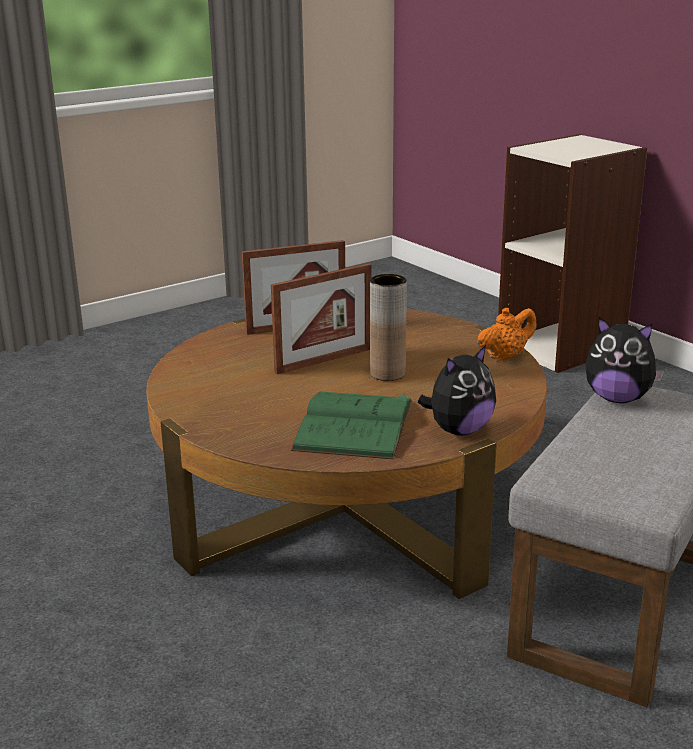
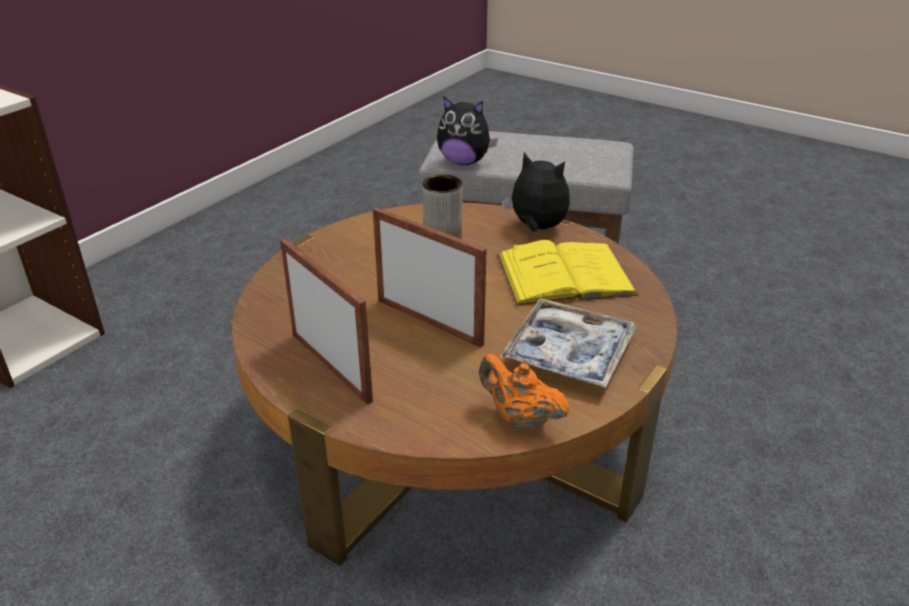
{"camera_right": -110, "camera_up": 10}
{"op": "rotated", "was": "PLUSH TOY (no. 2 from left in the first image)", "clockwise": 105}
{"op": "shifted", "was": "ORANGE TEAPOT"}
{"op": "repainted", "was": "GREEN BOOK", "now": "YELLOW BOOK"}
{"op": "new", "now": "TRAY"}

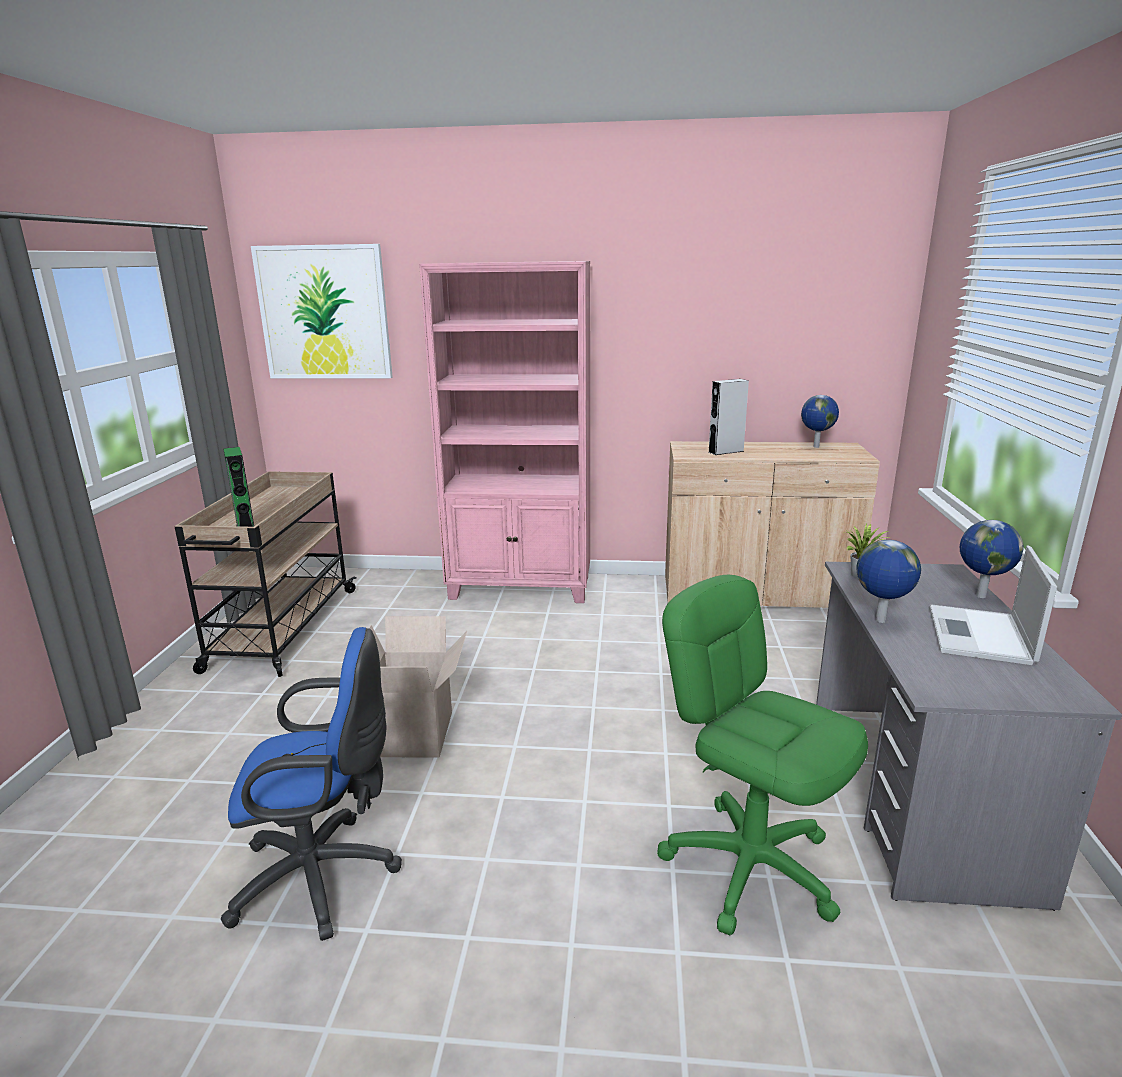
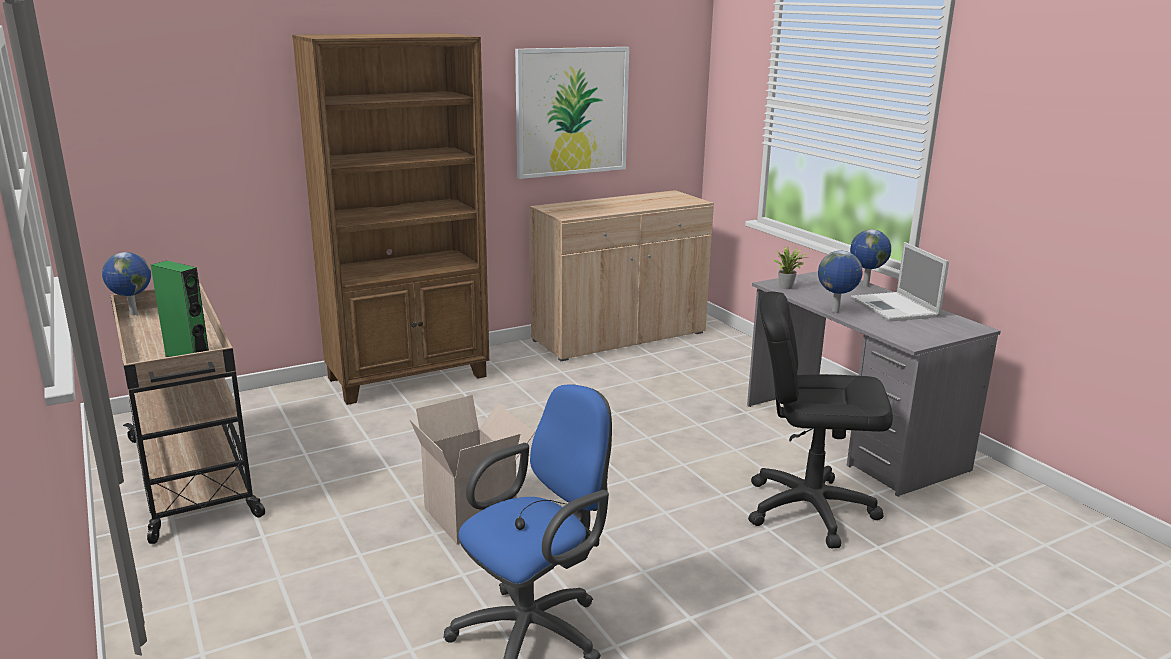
{"camera_right": -35, "camera_up": 0}
{"op": "shifted", "was": "GLOBE (no. 1 from left)"}
{"op": "repainted", "was": "PINK BOOKCASE", "now": "BROWN BOOKCASE"}
{"op": "shifted", "was": "PICTURE"}
{"op": "repainted", "was": "GREEN OFFICE CHAIR", "now": "BLACK OFFICE CHAIR"}
{"op": "gone", "was": "GREY SPEAKER"}

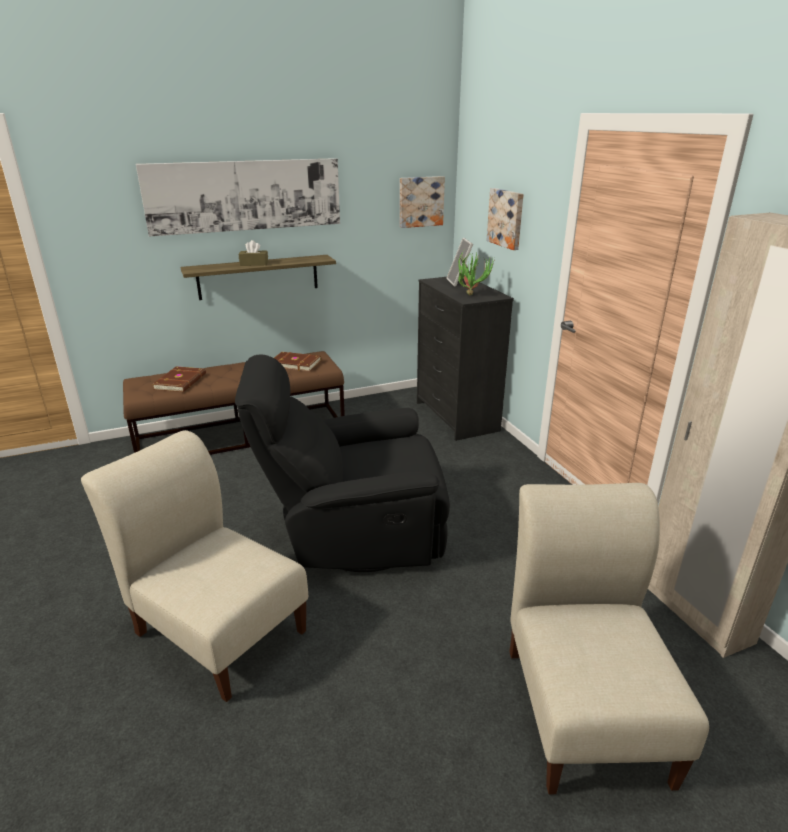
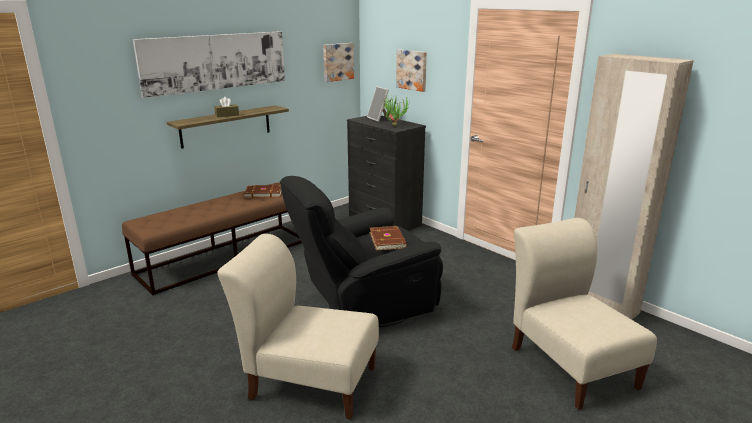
{"camera_right": -20, "camera_up": -5}
{"op": "shifted", "was": "BROWN BOOK (no. 1 from left in the first image)", "now": "BROWN BOOK (no. 2 from left)"}

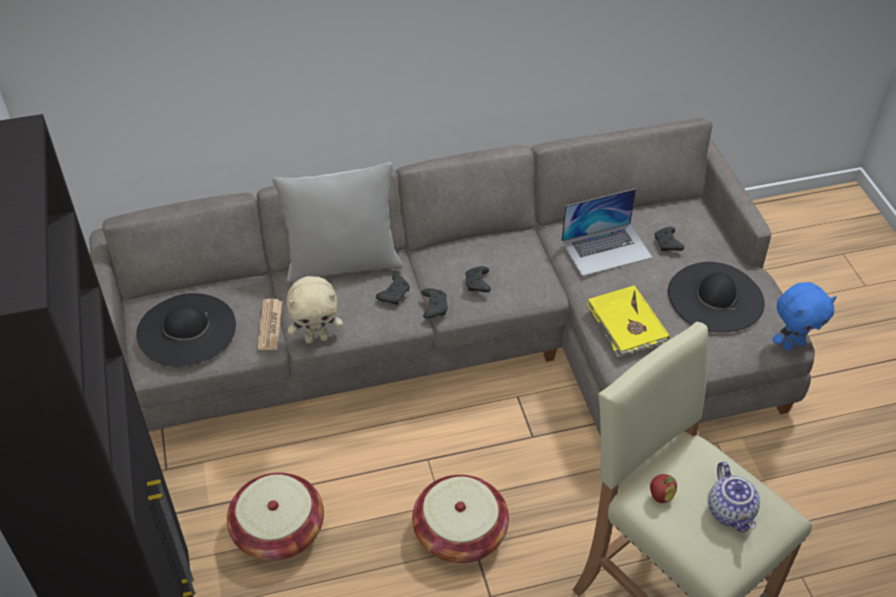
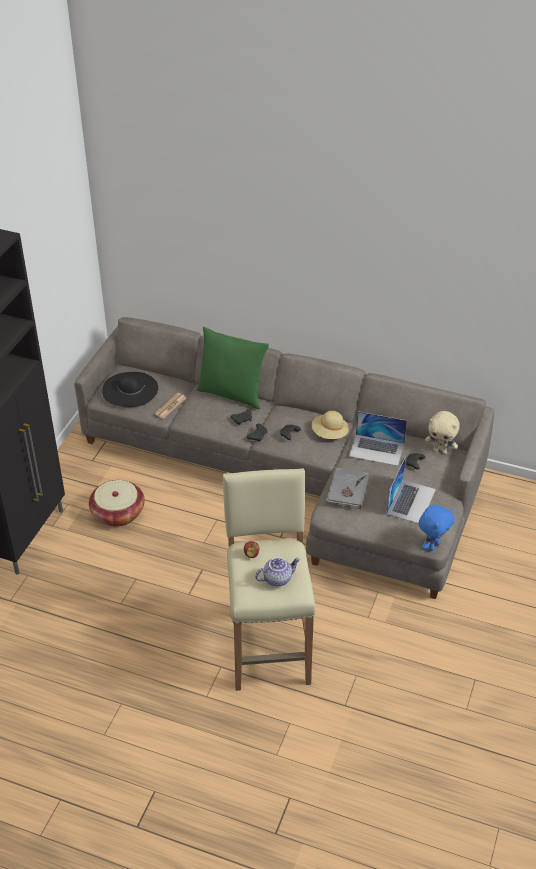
{"camera_right": 35, "camera_up": -5}
{"op": "repainted", "was": "GREY PILLOW", "now": "GREEN PILLOW"}
{"op": "rotated", "was": "TEAPOT", "clockwise": -135}
{"op": "new", "now": "BEIGE HAT"}
{"op": "repainted", "was": "YELLOW BOOK", "now": "GREY BOOK"}
{"op": "swapped", "was": "BLACK HAT (no. 2 from left)", "now": "LAPTOP (no. 2 from left)"}
{"op": "rotated", "was": "BLUE PLUSH TOY", "clockwise": -60}
{"op": "shifted", "was": "BEIGE PLUSH TOY"}
{"op": "gone", "was": "BASKET (no. 2 from left)"}

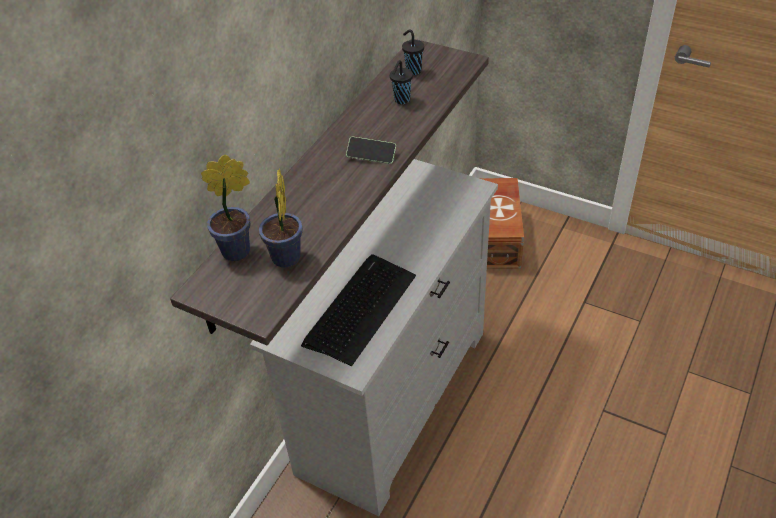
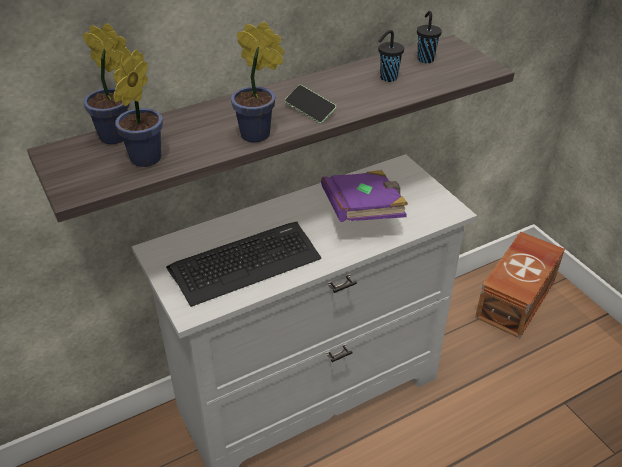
{"camera_right": 30, "camera_up": -5}
{"op": "new", "now": "POTTED PLANT (no. 3 from left)"}
{"op": "new", "now": "PURPLE BOOK"}

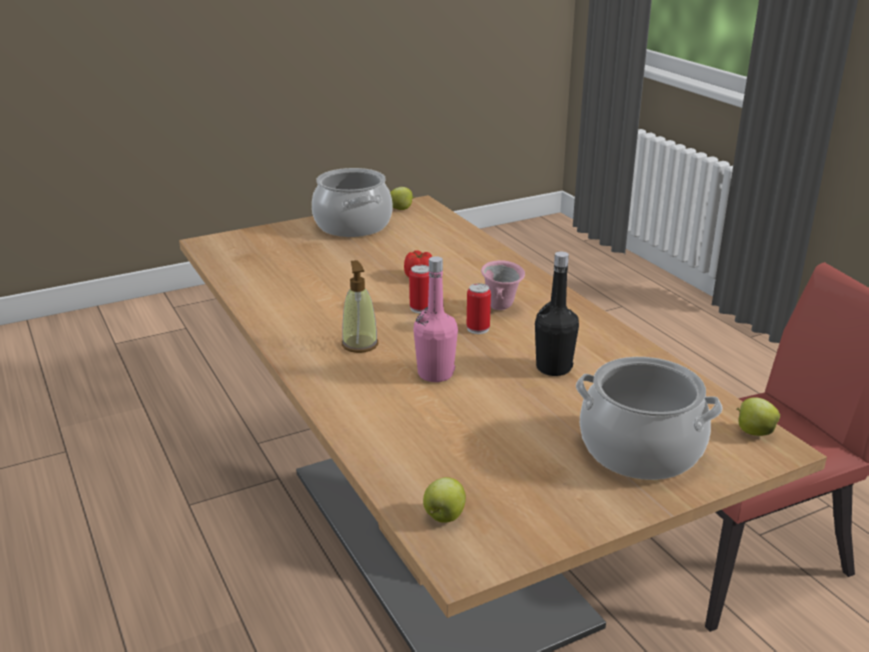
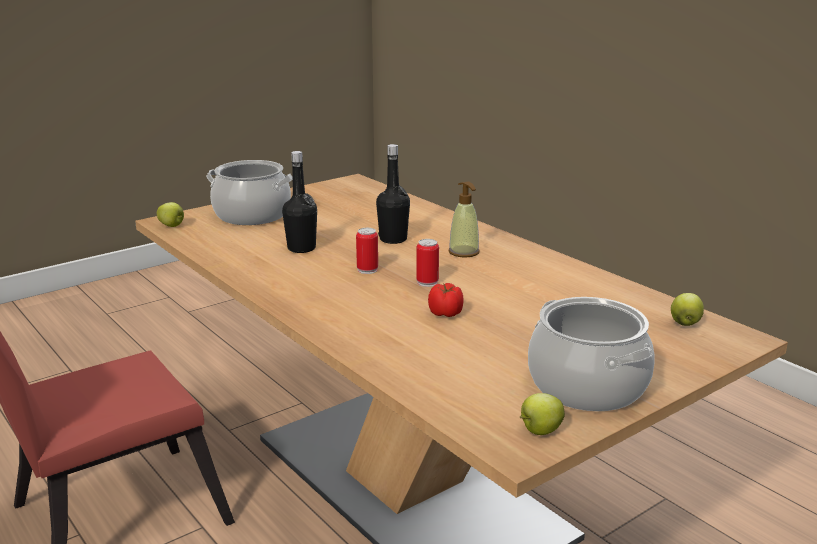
{"camera_right": 170, "camera_up": -5}
{"op": "repainted", "was": "PINK BOTTLE", "now": "BLACK BOTTLE (no. 2 from left)"}
{"op": "shifted", "was": "APPLE (no. 2 from left in the first image)", "now": "APPLE (no. 3 from left)"}
{"op": "gone", "was": "PINK MUG"}

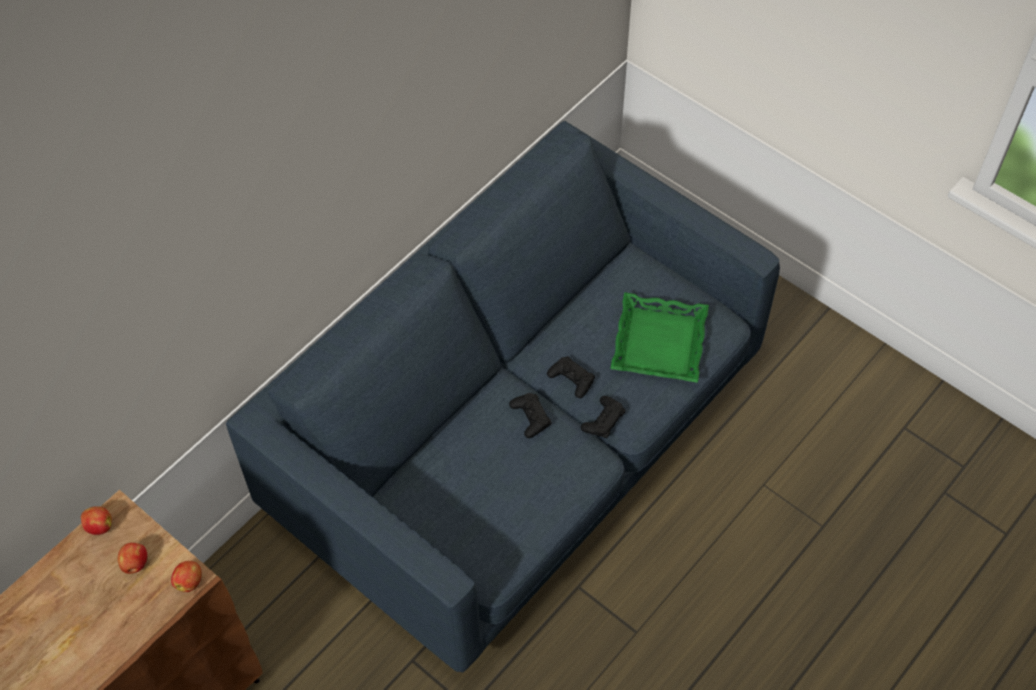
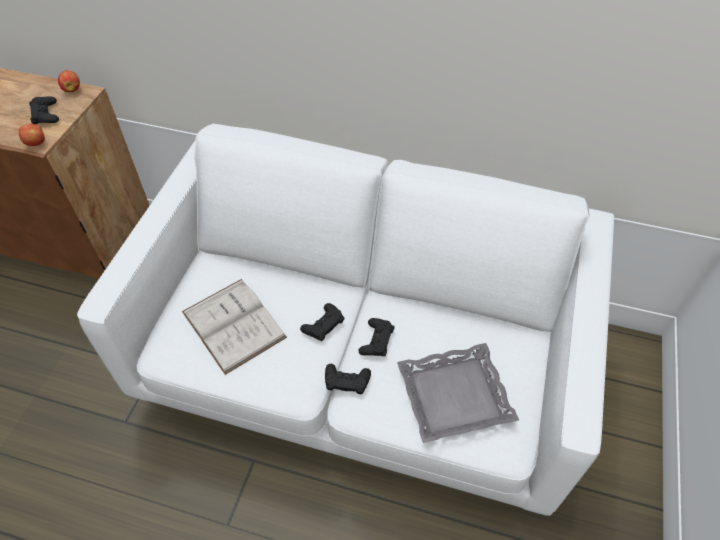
{"camera_right": 65, "camera_up": -5}
{"op": "swapped", "was": "APPLE (no. 2 from left)", "now": "BLACK GAME CONTROLLER (no. 1 from left)"}
{"op": "repainted", "was": "BLUE SOFA", "now": "WHITE SOFA"}
{"op": "new", "now": "WHITE BOOK"}
{"op": "repainted", "was": "GREEN TRAY", "now": "GREY TRAY"}

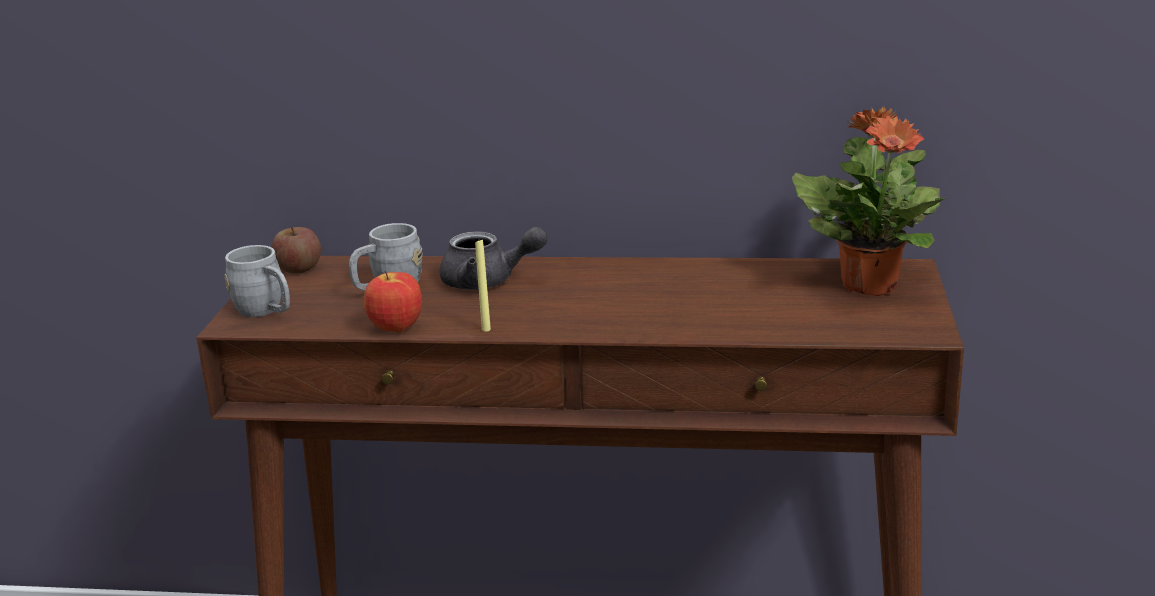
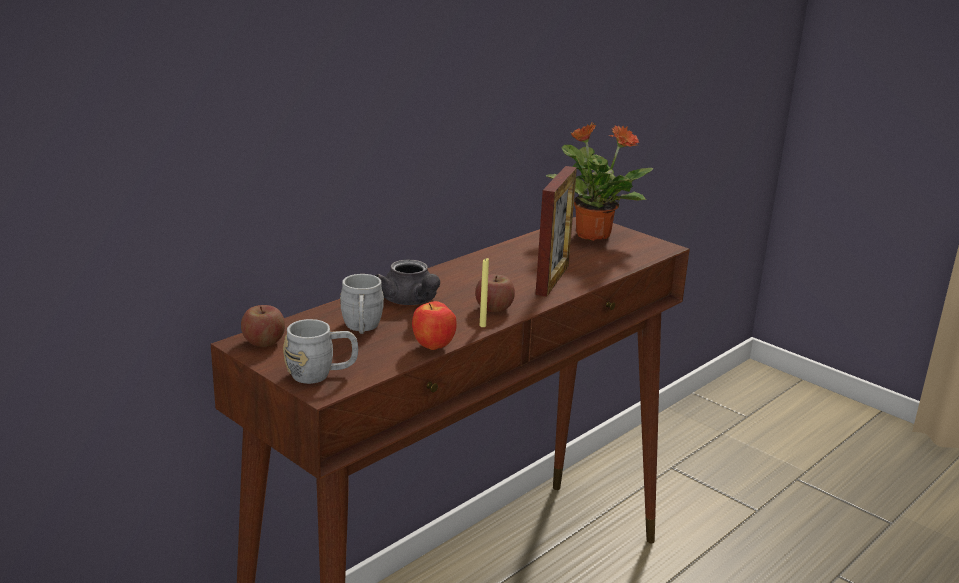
{"camera_right": -55, "camera_up": 0}
{"op": "rotated", "was": "GREY TEAPOT", "clockwise": 105}
{"op": "new", "now": "APPLE (no. 3 from left)"}
{"op": "new", "now": "PICTURE FRAME"}

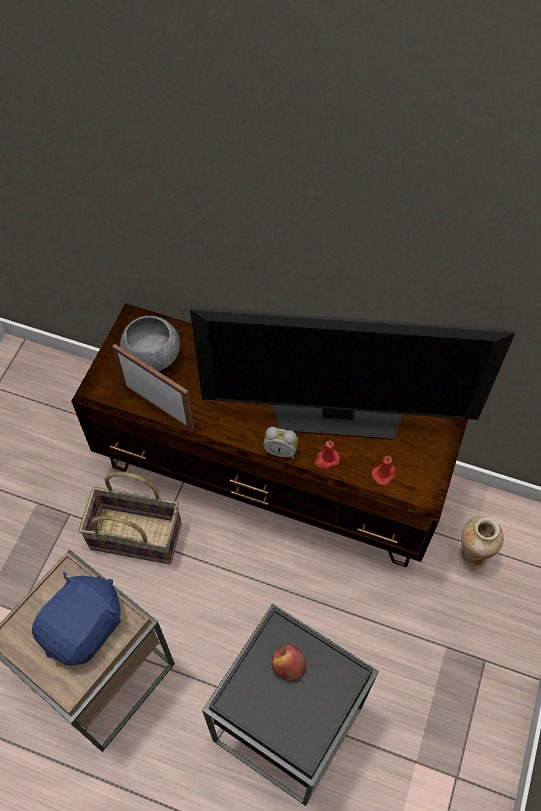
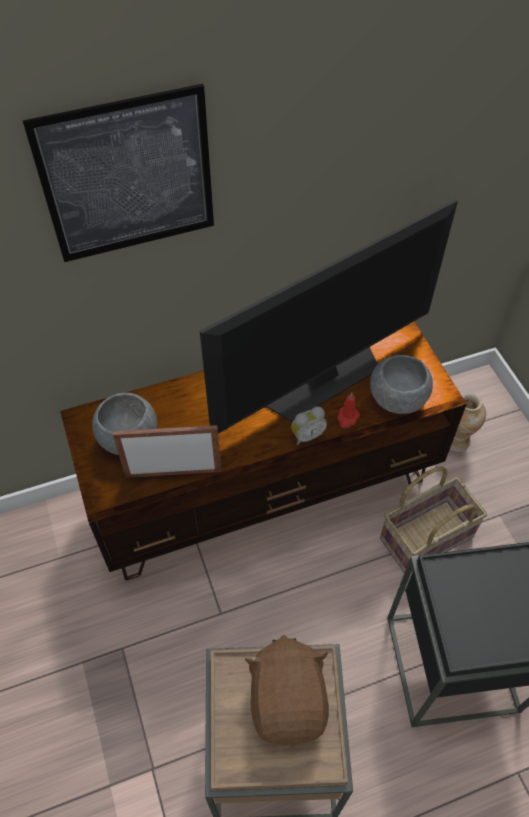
{"camera_right": -40, "camera_up": -5}
{"op": "new", "now": "PICTURE"}
{"op": "repainted", "was": "BLUE PLUSH TOY", "now": "BROWN PLUSH TOY"}
{"op": "swapped", "was": "RED CANDLE (no. 2 from left)", "now": "GREY BOWL (no. 2 from left)"}
{"op": "shifted", "was": "BASKET"}
{"op": "gone", "was": "APPLE"}

